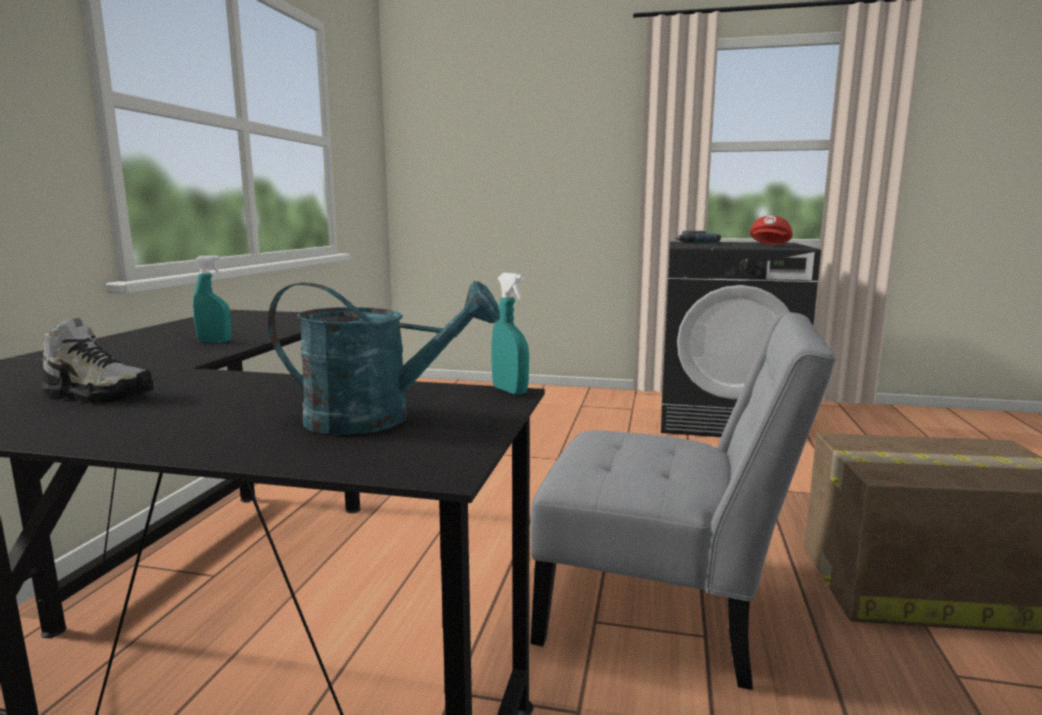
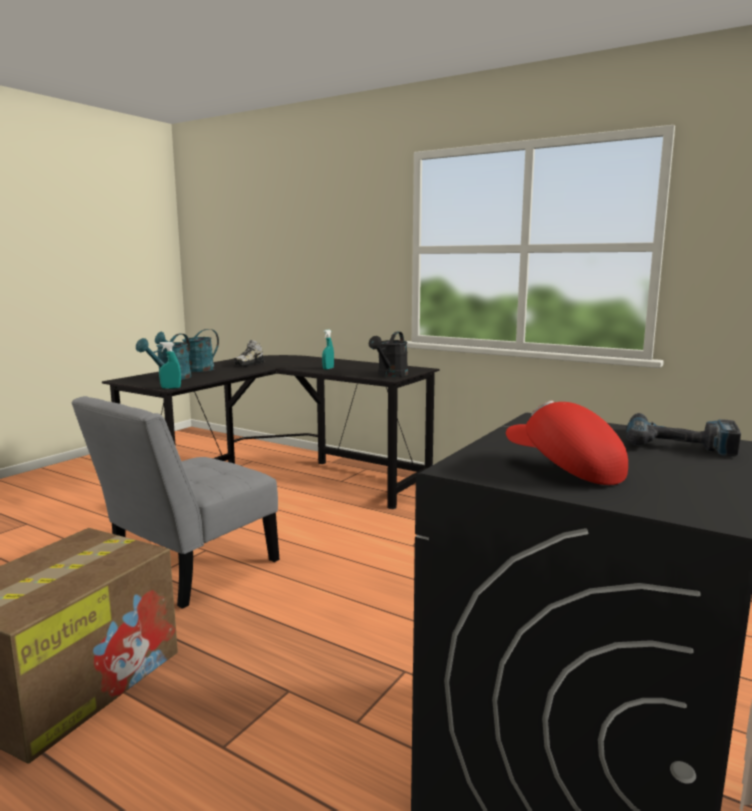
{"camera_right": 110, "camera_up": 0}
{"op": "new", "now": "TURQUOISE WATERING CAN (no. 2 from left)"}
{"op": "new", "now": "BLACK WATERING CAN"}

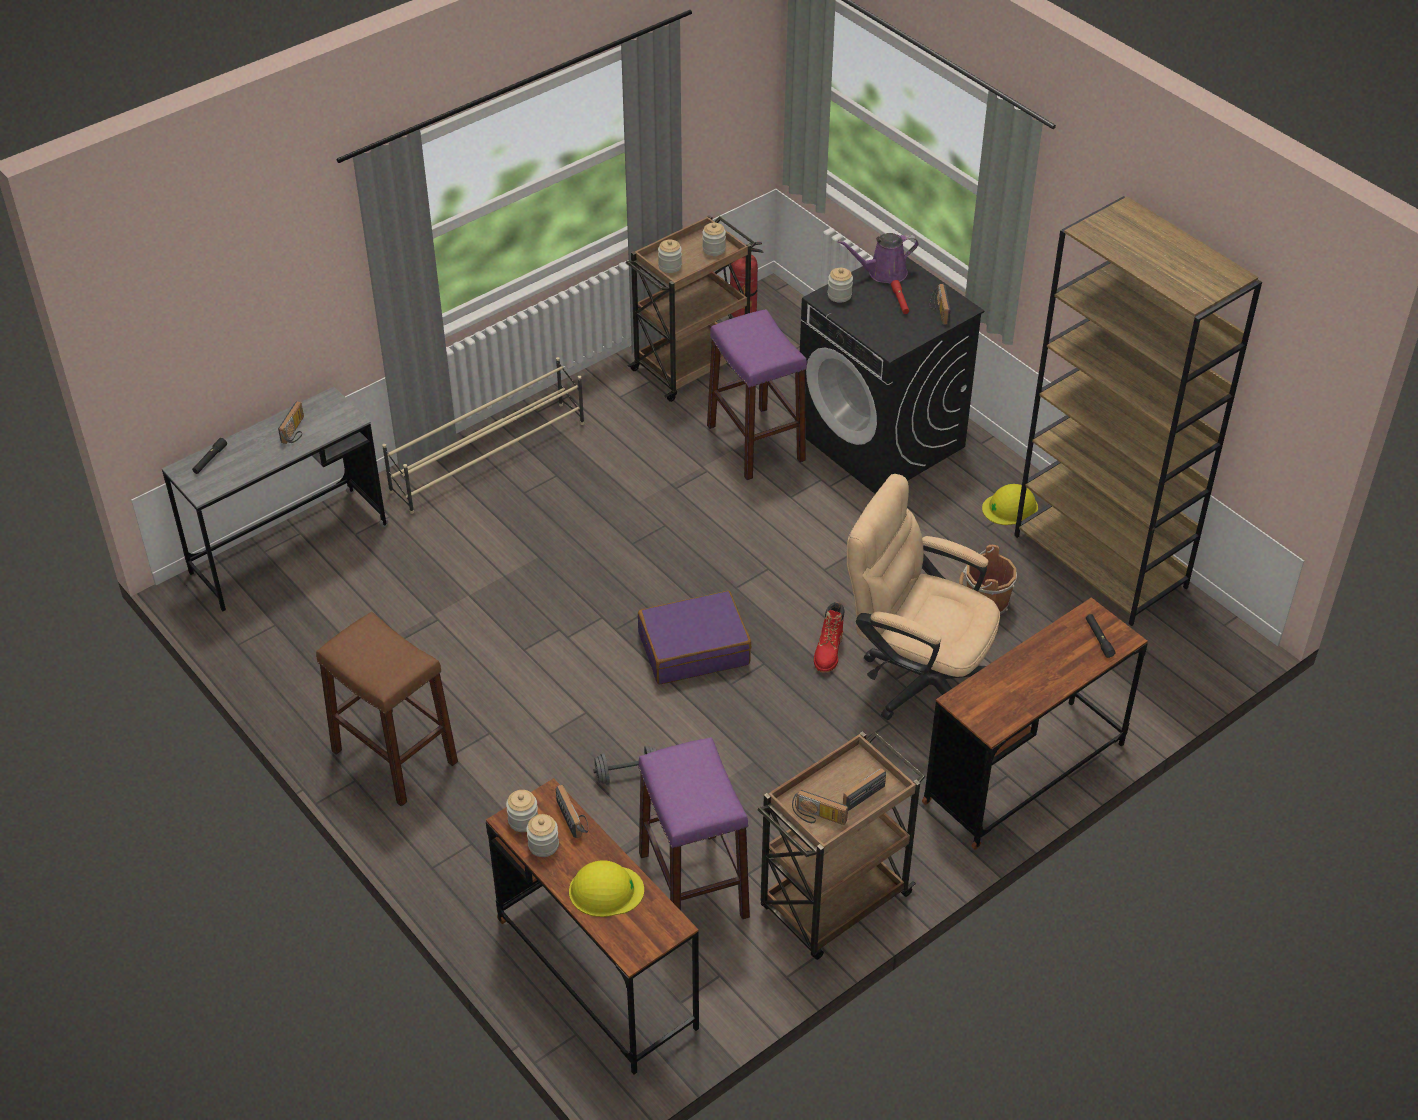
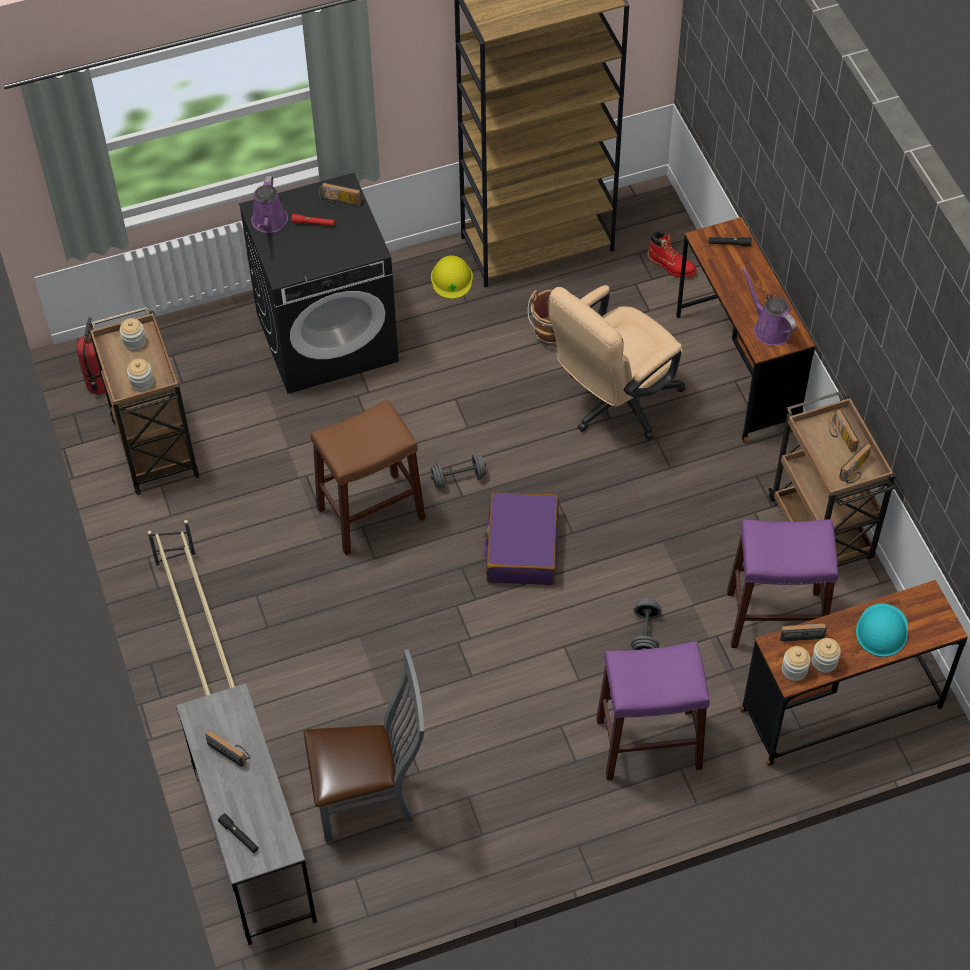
{"camera_right": -70, "camera_up": 10}
{"op": "new", "now": "GREY CHAIR"}
{"op": "shifted", "was": "BROWN STOOL"}
{"op": "new", "now": "GREY DUMBBELL (no. 1 from left)"}
{"op": "shifted", "was": "PURPLE STOOL (no. 2 from left in the first image)", "now": "PURPLE STOOL (no. 1 from left)"}
{"op": "shifted", "was": "RED BOOT"}
{"op": "new", "now": "PURPLE WATERING CAN (no. 2 from left)"}
{"op": "repainted", "was": "YELLOW HARD HAT (no. 1 from left)", "now": "TURQUOISE HARD HAT"}
{"op": "gone", "was": "JAR (no. 5 from left)"}

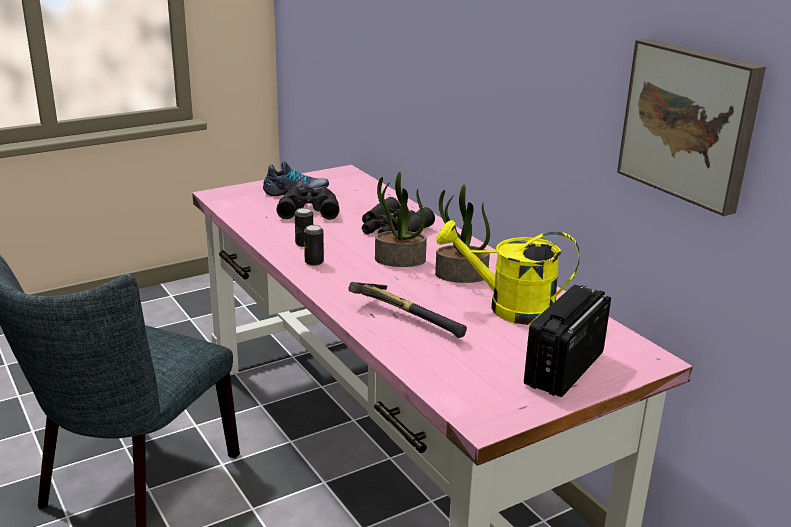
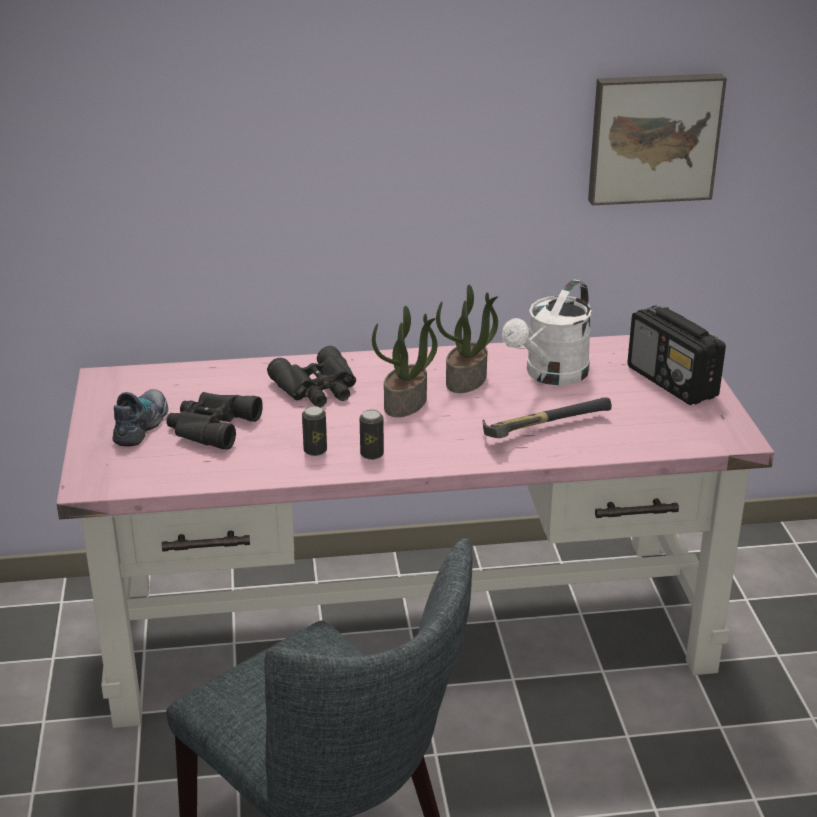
{"camera_right": -65, "camera_up": 5}
{"op": "repainted", "was": "YELLOW WATERING CAN", "now": "WHITE WATERING CAN"}

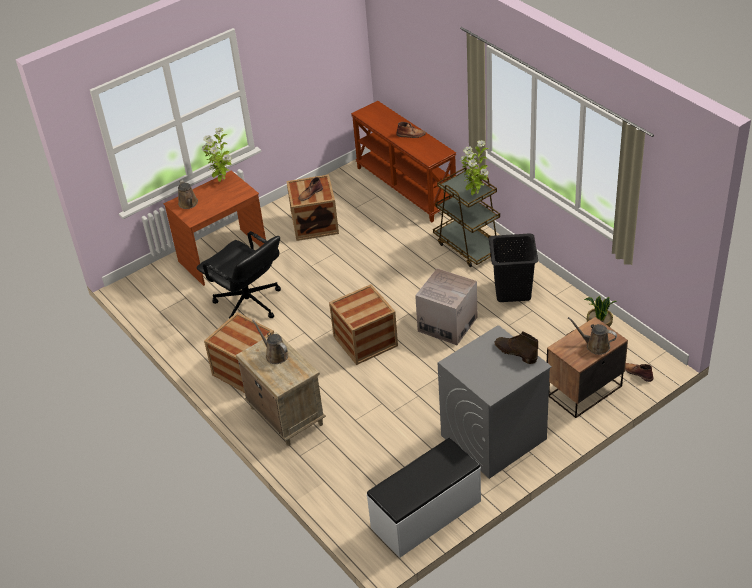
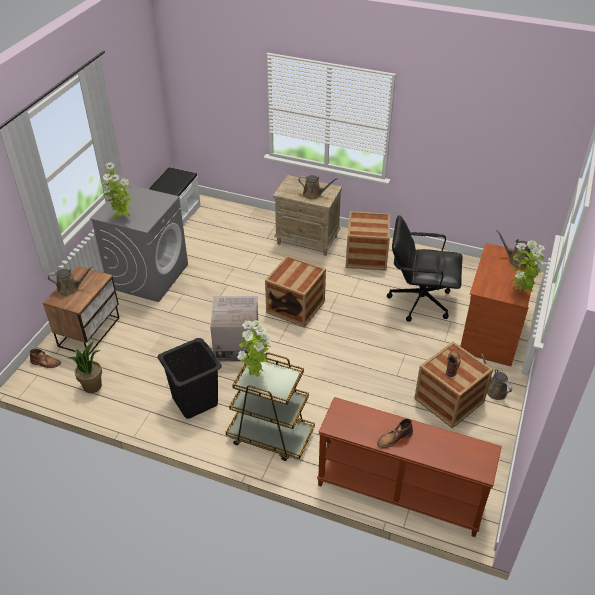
{"camera_right": 145, "camera_up": 0}
{"op": "swapped", "was": "BROWN BOOT (no. 3 from left)", "now": "POTTED PLANT (no. 2 from left)"}
{"op": "new", "now": "BROWN WATERING CAN (no. 3 from left)"}

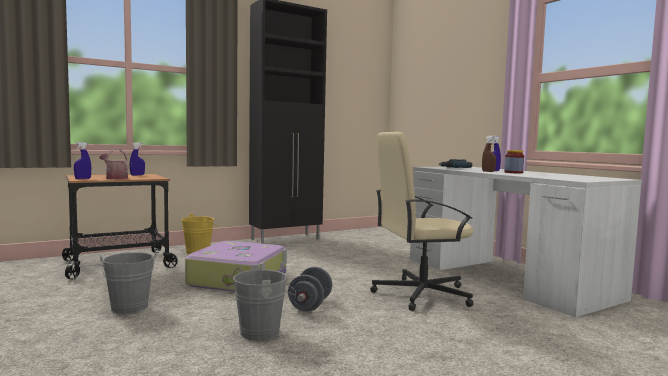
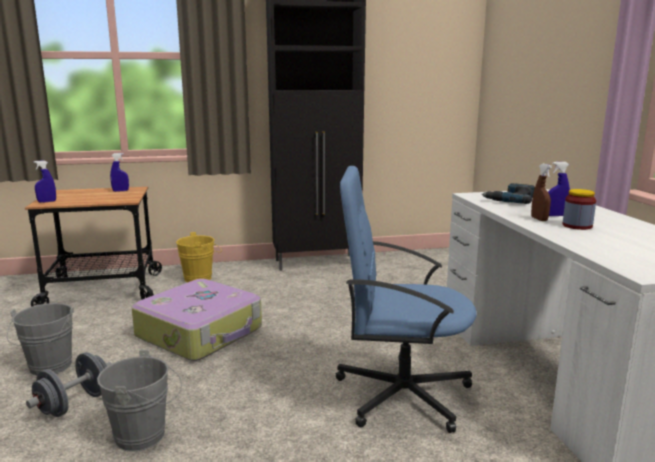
{"camera_right": 20, "camera_up": 10}
{"op": "shifted", "was": "GREY DUMBBELL"}
{"op": "repainted", "was": "BEIGE OFFICE CHAIR", "now": "BLUE OFFICE CHAIR"}
{"op": "gone", "was": "WATERING CAN"}

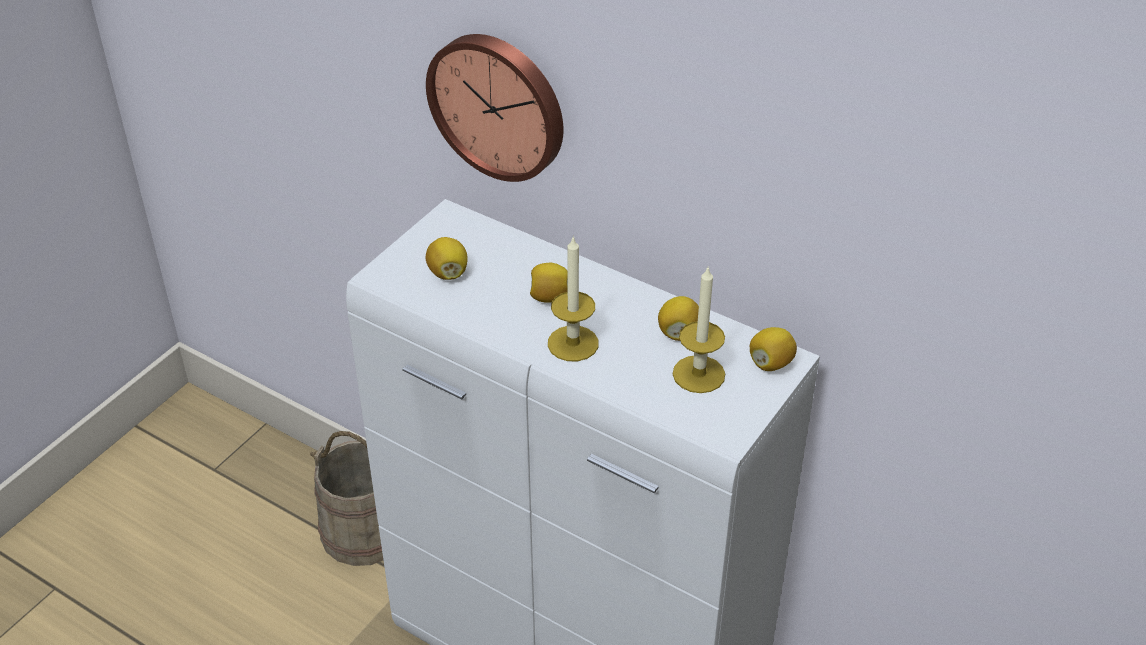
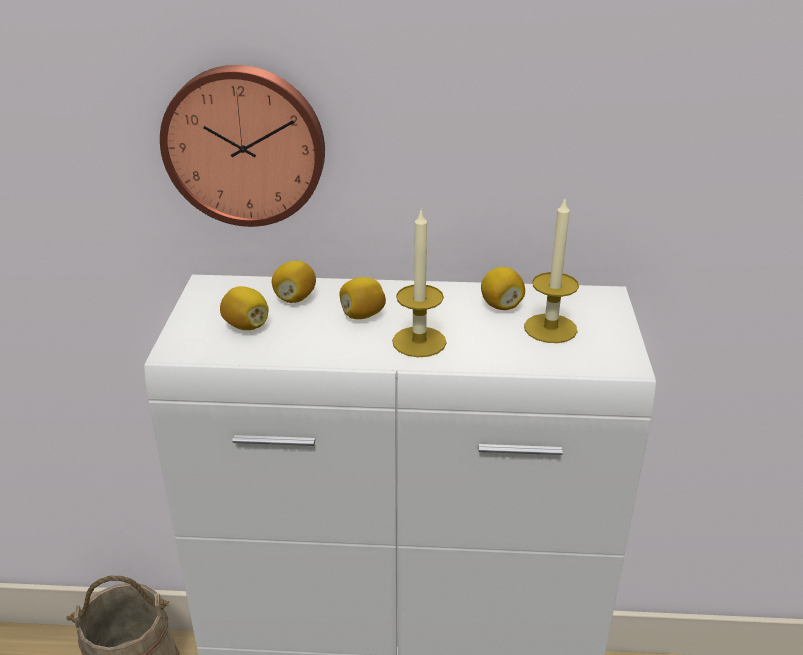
{"camera_right": -30, "camera_up": -10}
{"op": "shifted", "was": "LEMON (no. 4 from left in the first image)", "now": "LEMON (no. 2 from left)"}

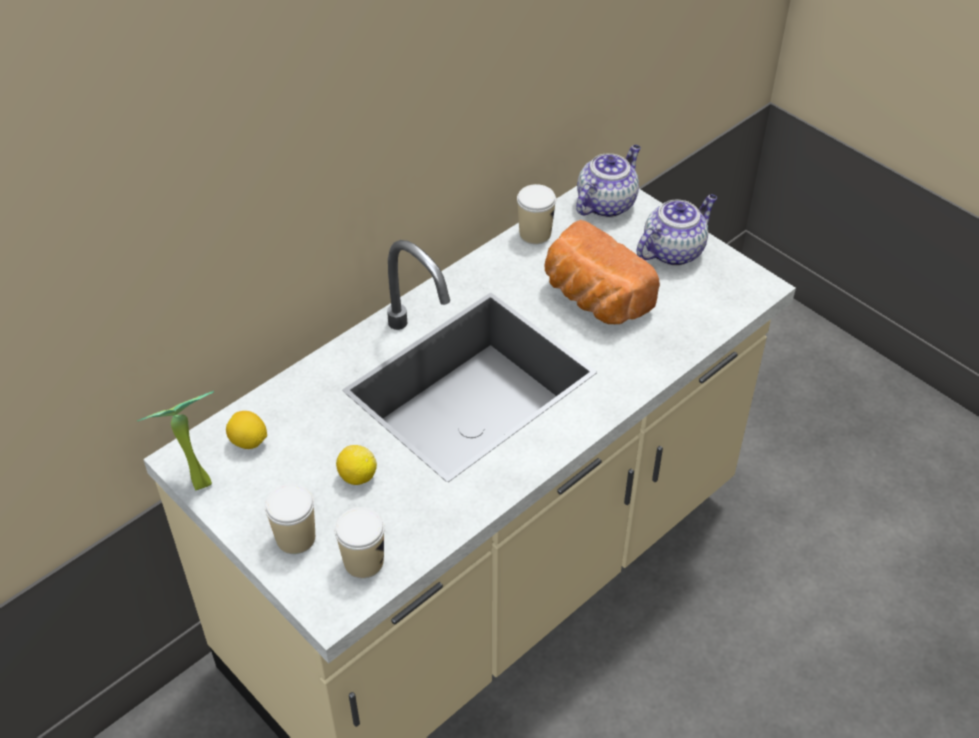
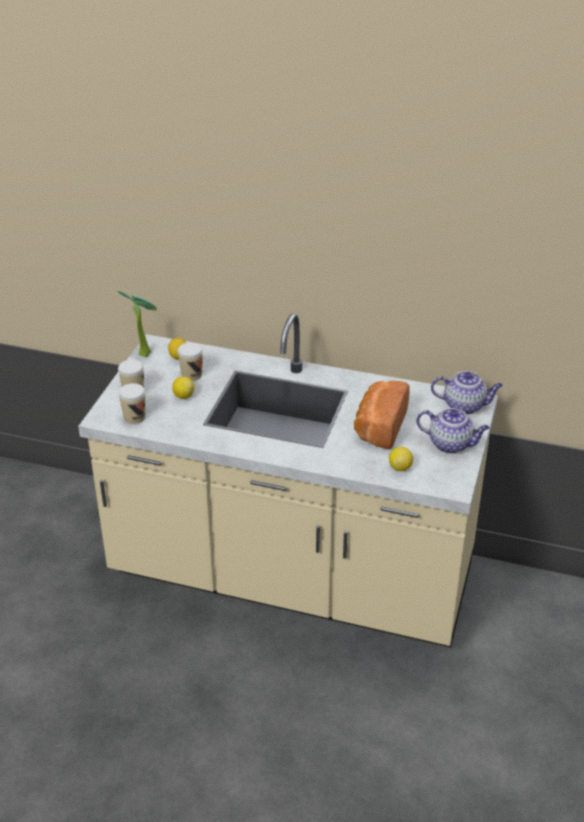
{"camera_right": 60, "camera_up": -10}
{"op": "shifted", "was": "CUP (no. 3 from left)"}
{"op": "new", "now": "LEMON (no. 3 from left)"}

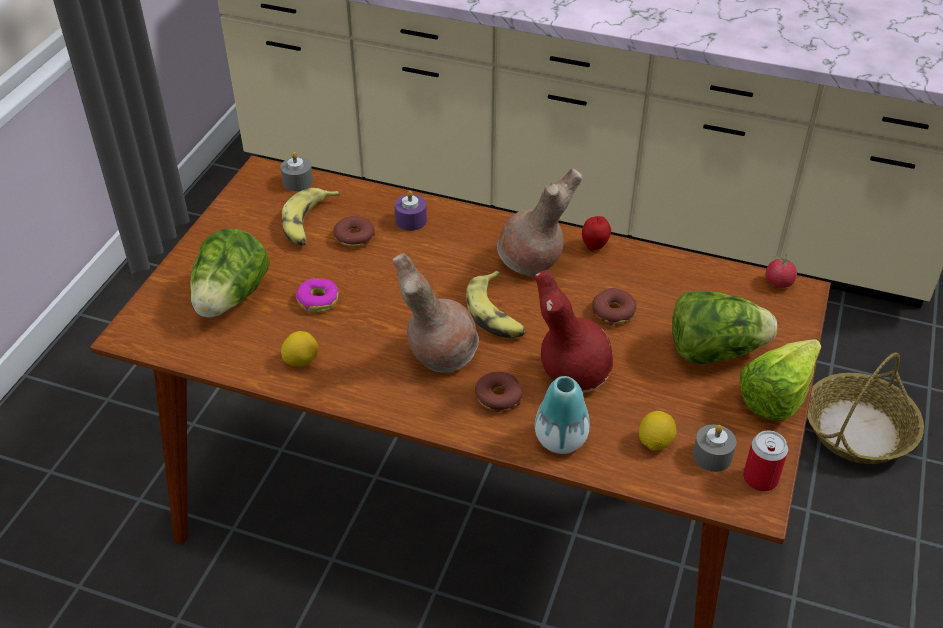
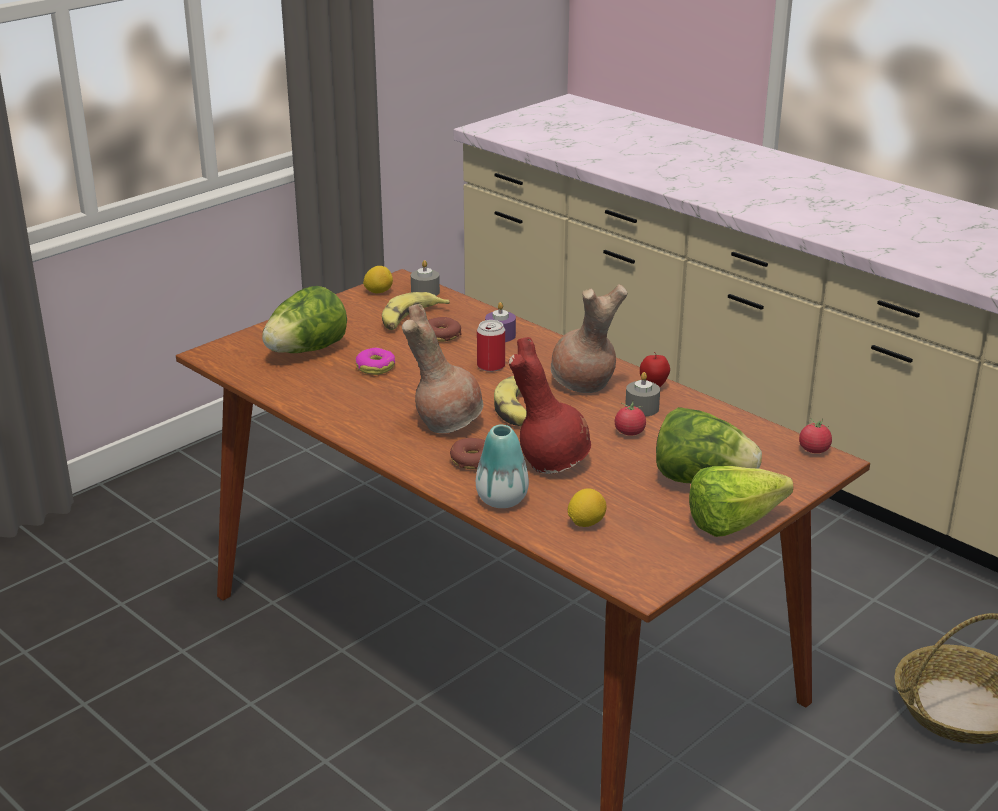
{"camera_right": 25, "camera_up": -15}
{"op": "shifted", "was": "LEMON (no. 1 from left)"}
{"op": "shifted", "was": "CAN"}
{"op": "swapped", "was": "DONUT (no. 4 from left)", "now": "TOMATO (no. 1 from left)"}
{"op": "shifted", "was": "GREY CANDLE (no. 2 from left)"}

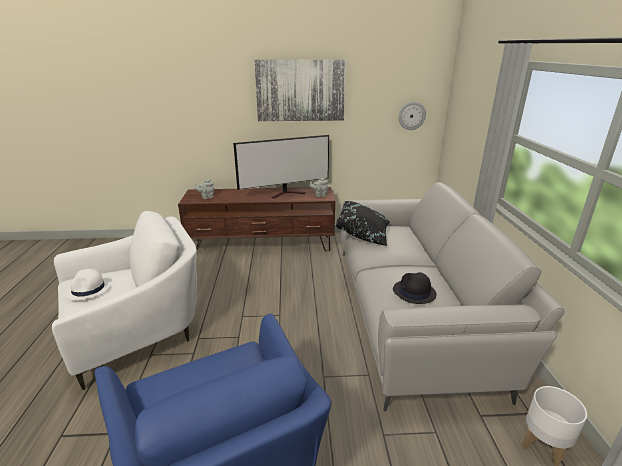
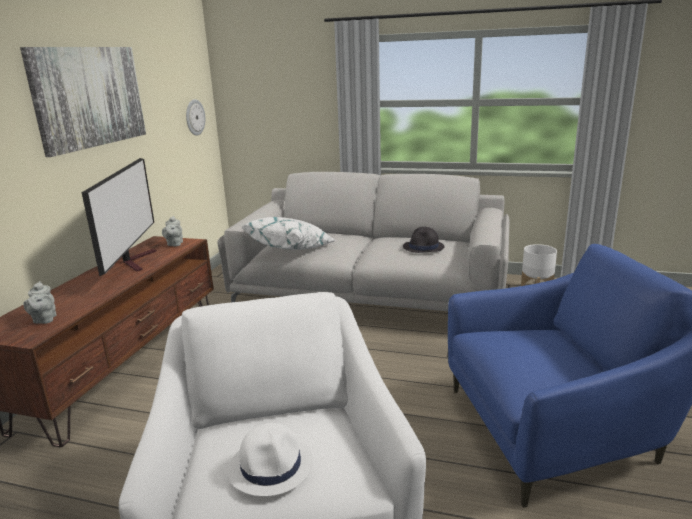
{"camera_right": -70, "camera_up": -5}
{"op": "repainted", "was": "BLACK PILLOW", "now": "WHITE PILLOW"}

